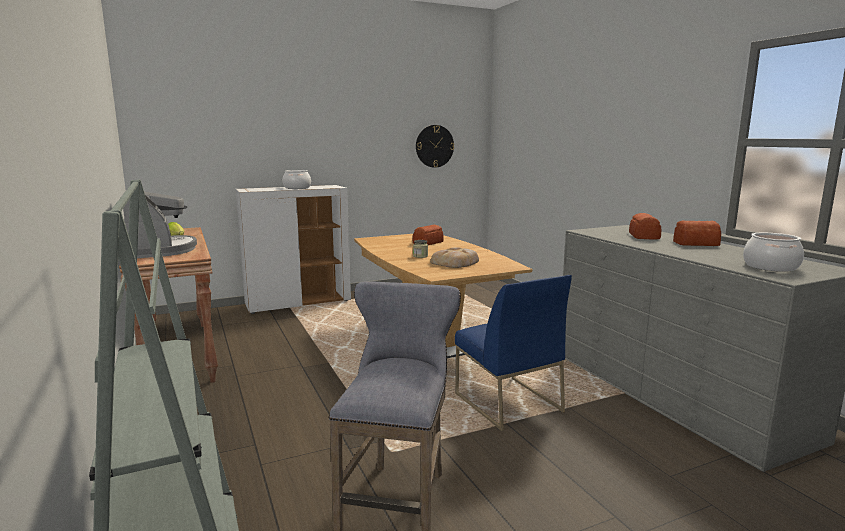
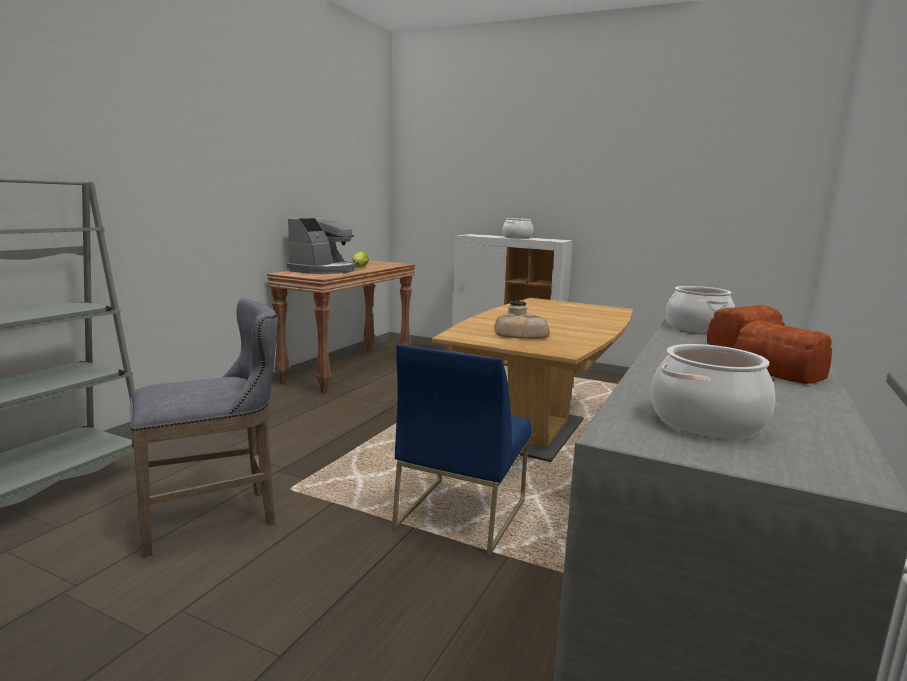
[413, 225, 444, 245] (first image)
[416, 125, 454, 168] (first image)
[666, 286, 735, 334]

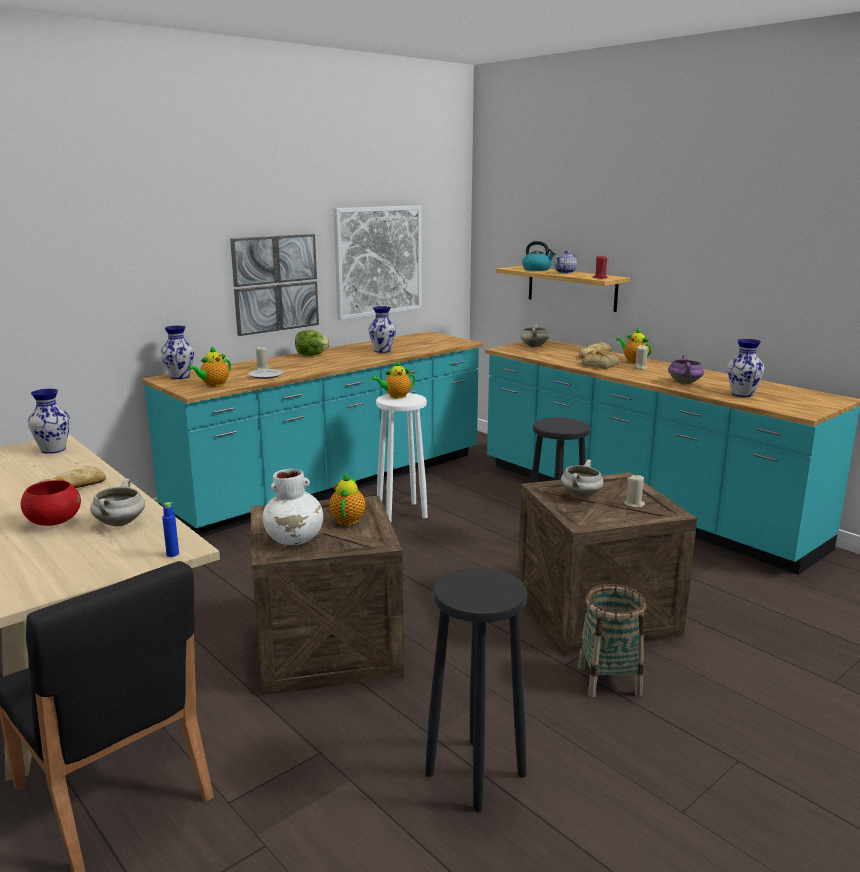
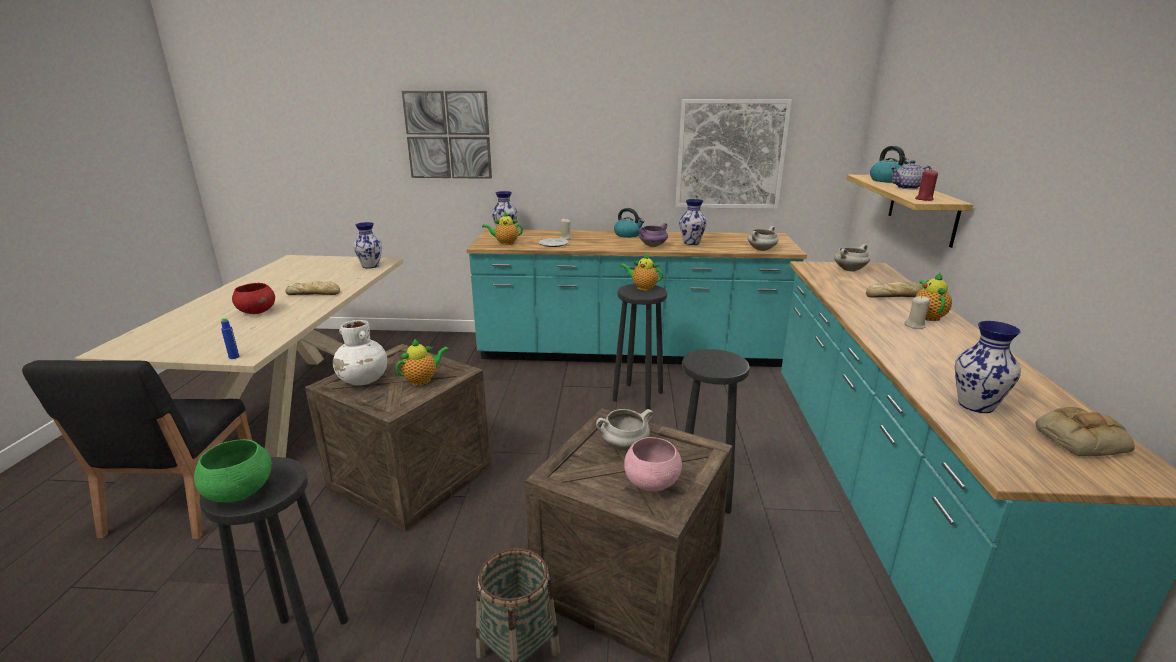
[194, 439, 272, 503]
[748, 226, 779, 251]
[402, 91, 492, 179]
[1035, 407, 1135, 456]
[639, 223, 668, 247]
[614, 208, 645, 238]
[624, 437, 682, 491]
[612, 284, 667, 409]

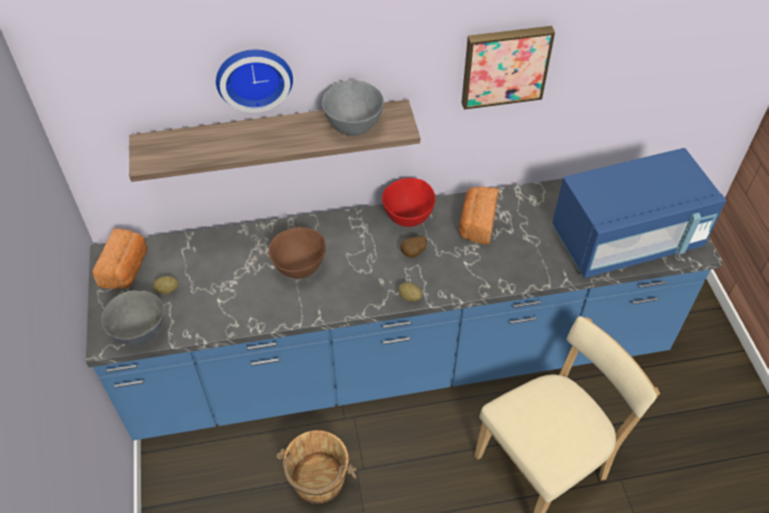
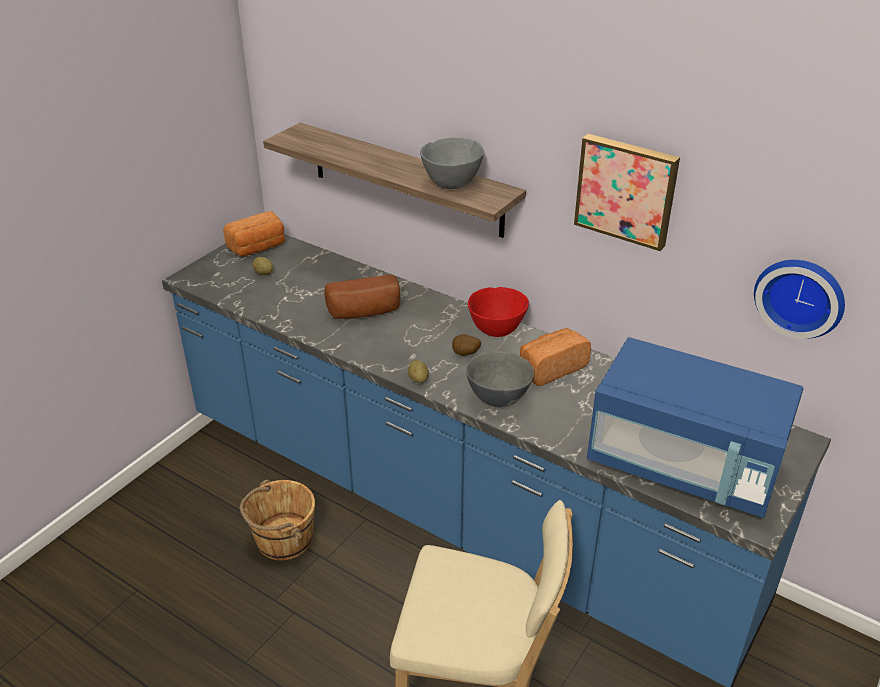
[466, 350, 534, 408]
[754, 260, 845, 339]
[324, 275, 400, 319]

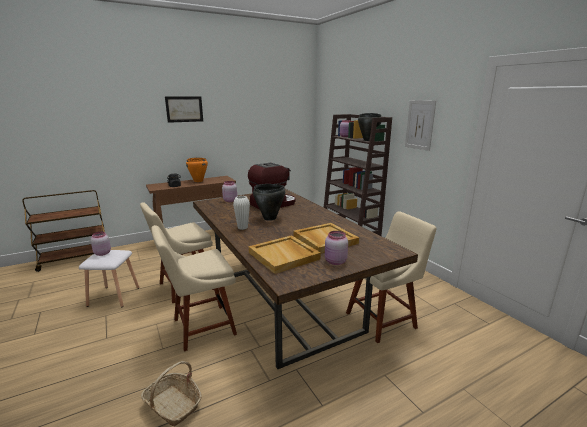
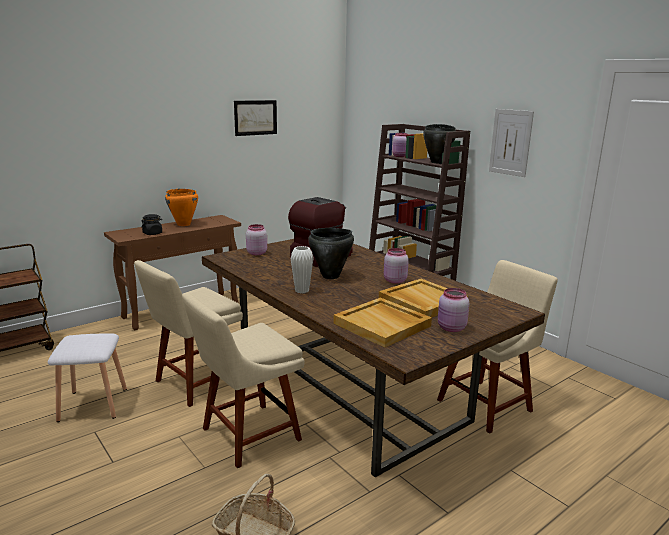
[384, 248, 409, 284]
[234, 100, 277, 136]

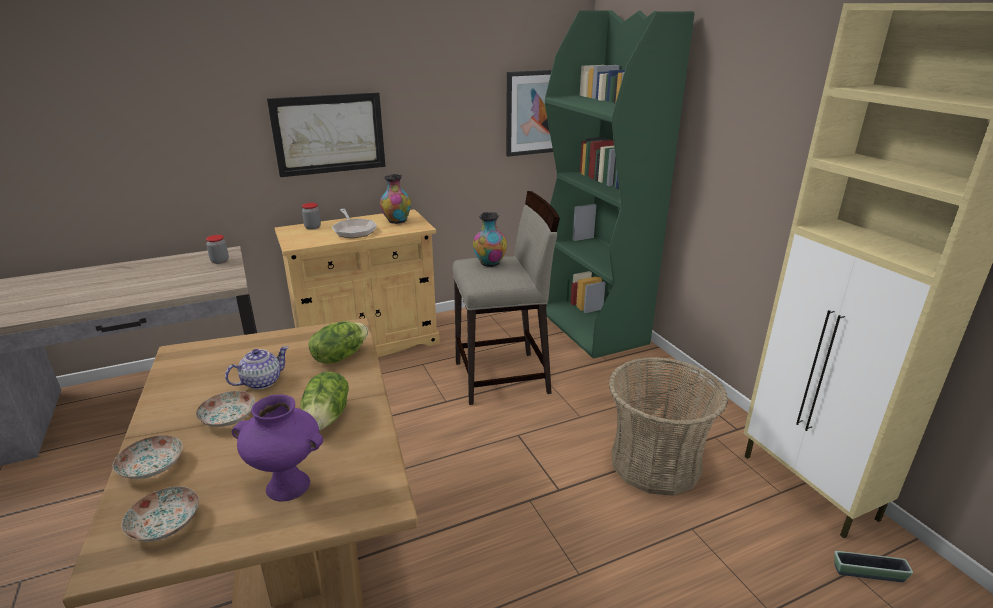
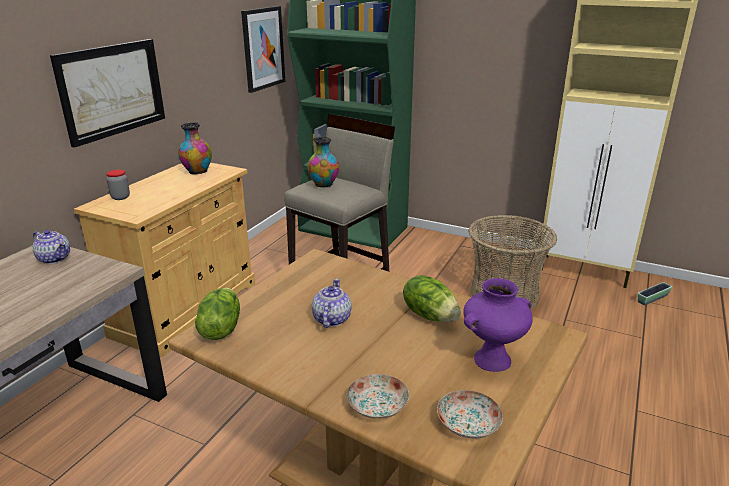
[196, 391, 255, 427] (first image)
[332, 209, 377, 238] (first image)
[195, 288, 240, 340]
[33, 230, 70, 264]

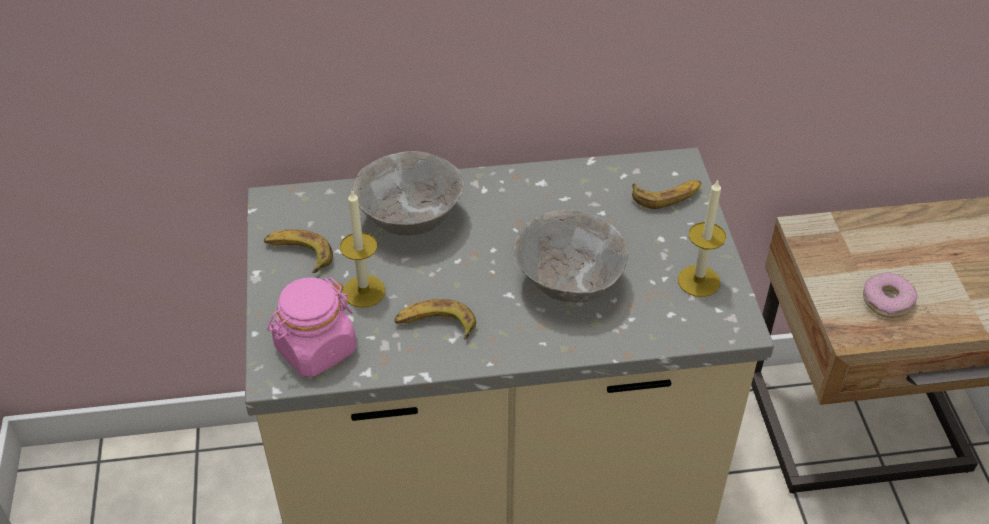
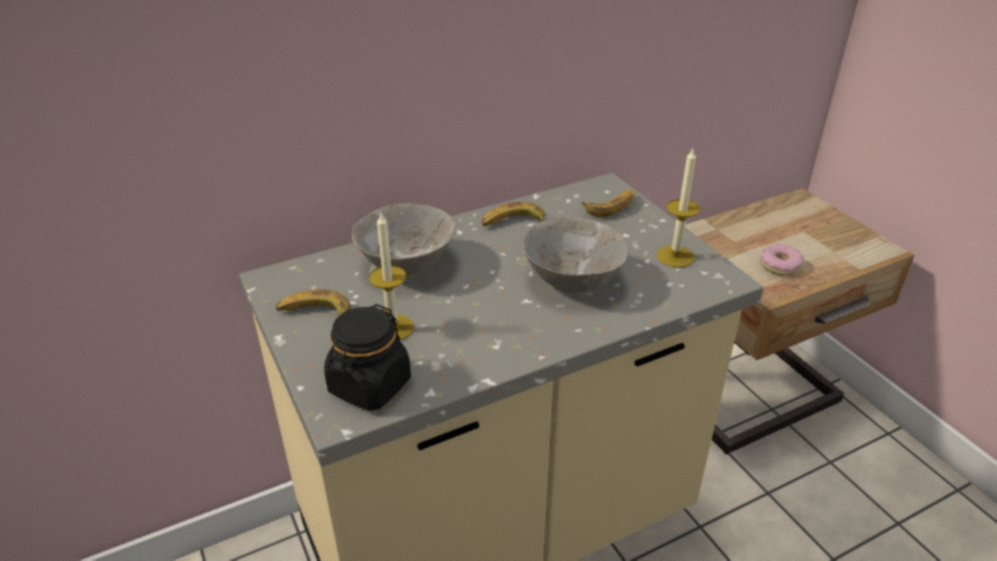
[482, 202, 545, 226]
[324, 304, 411, 411]

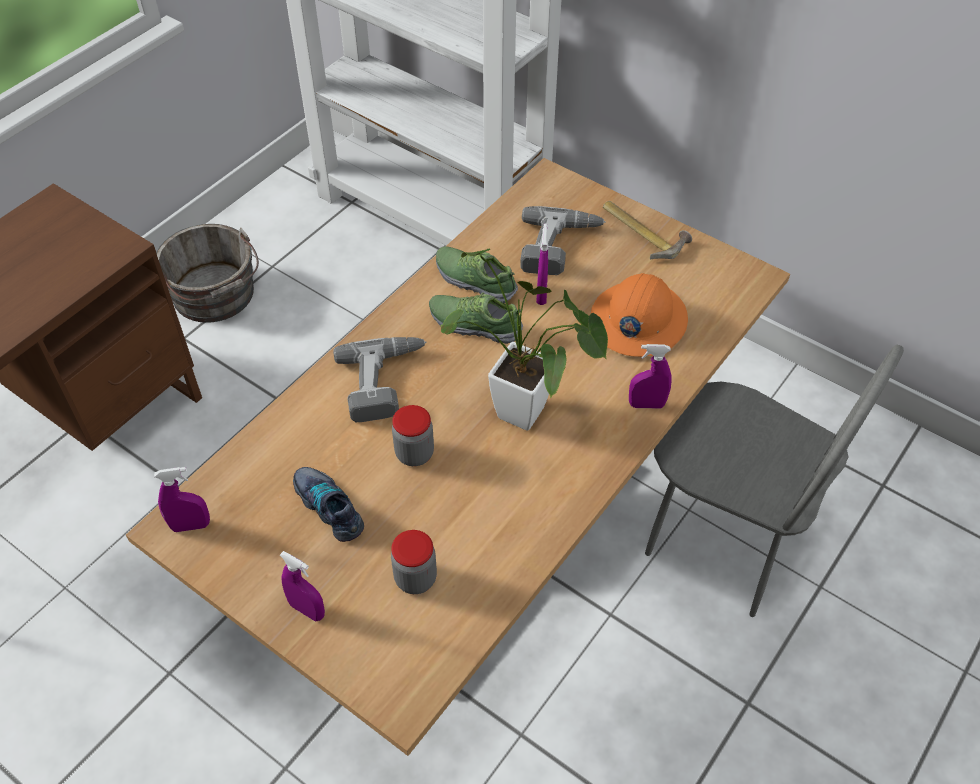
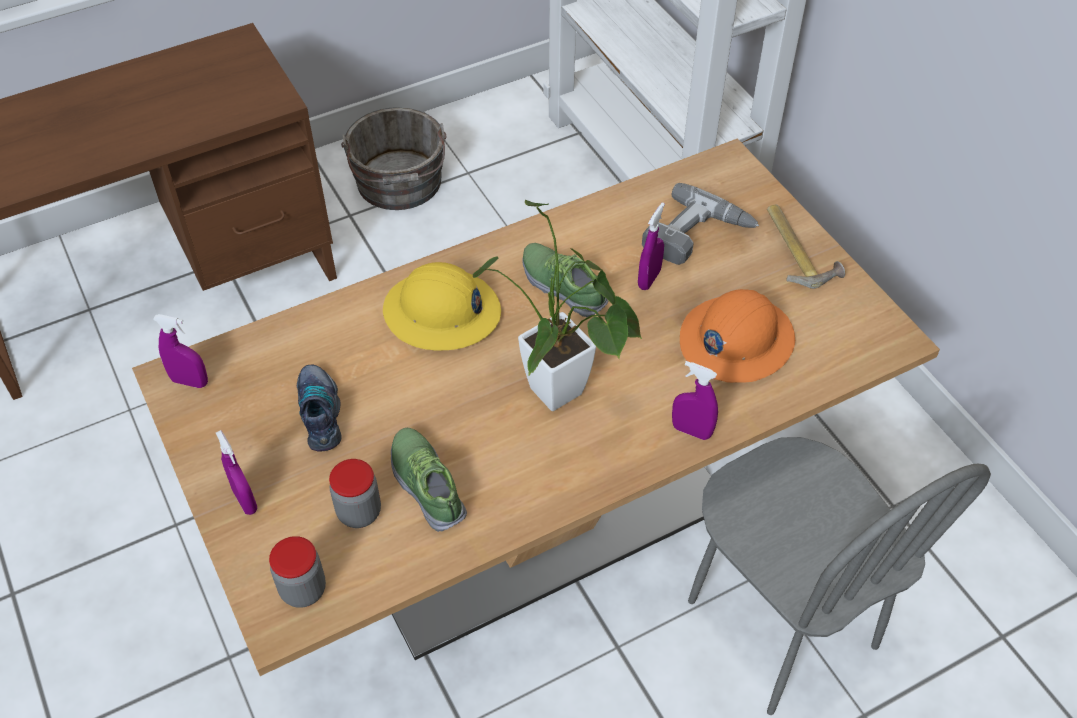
[269, 536, 326, 608]
[391, 428, 467, 532]
[383, 262, 501, 351]

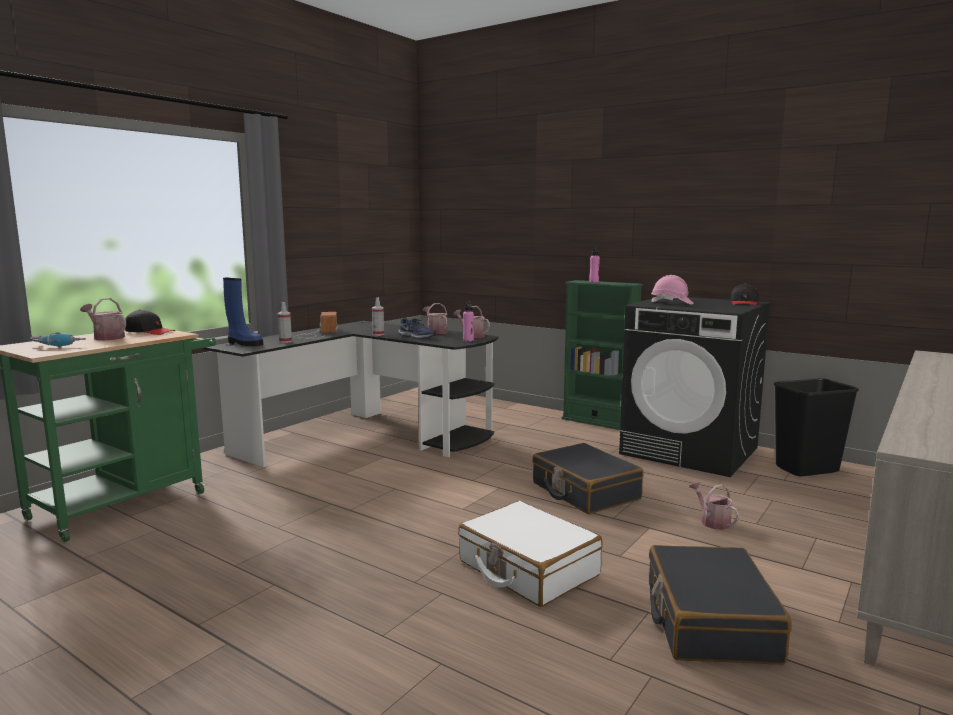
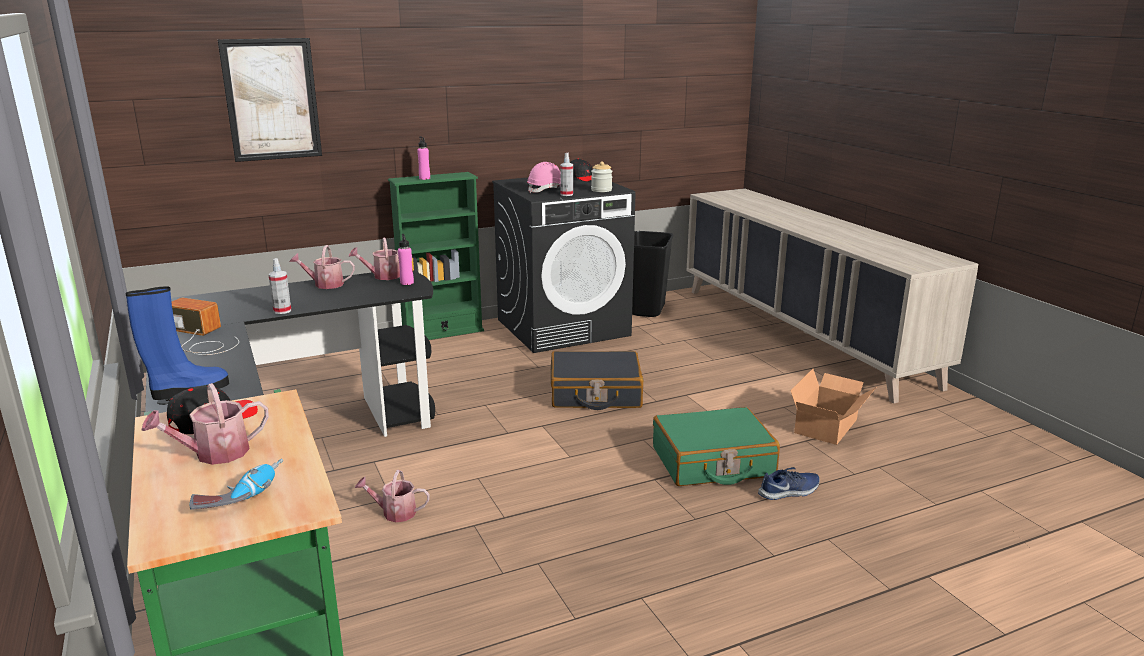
[217, 38, 322, 162]
[591, 162, 613, 192]
[560, 153, 573, 196]
[758, 467, 820, 500]
[355, 470, 430, 522]
[790, 369, 876, 445]
[653, 407, 780, 486]

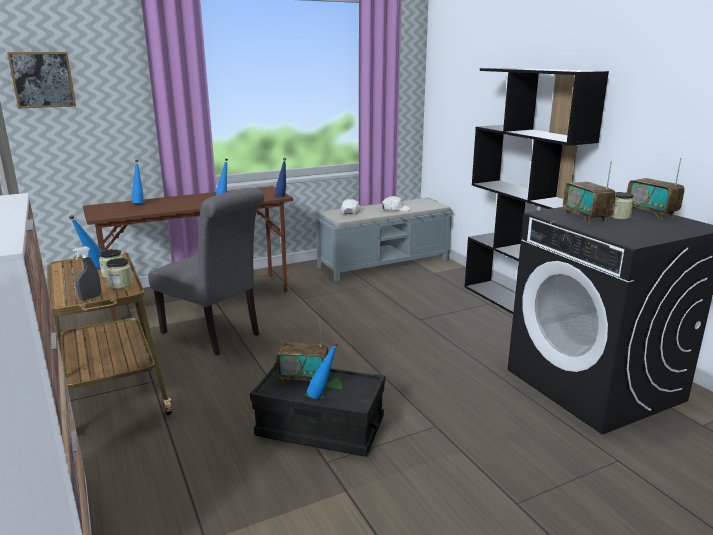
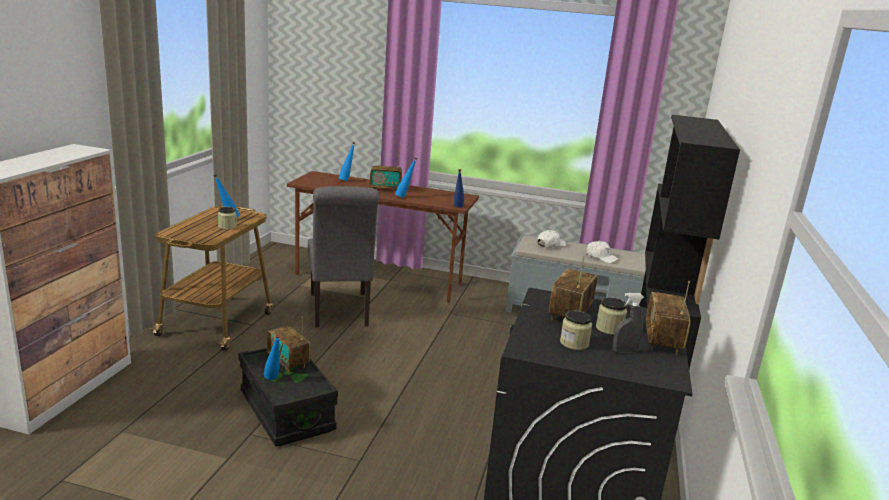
[7, 52, 76, 108] (first image)
[370, 150, 402, 191]
[613, 293, 644, 353]
[560, 310, 592, 350]

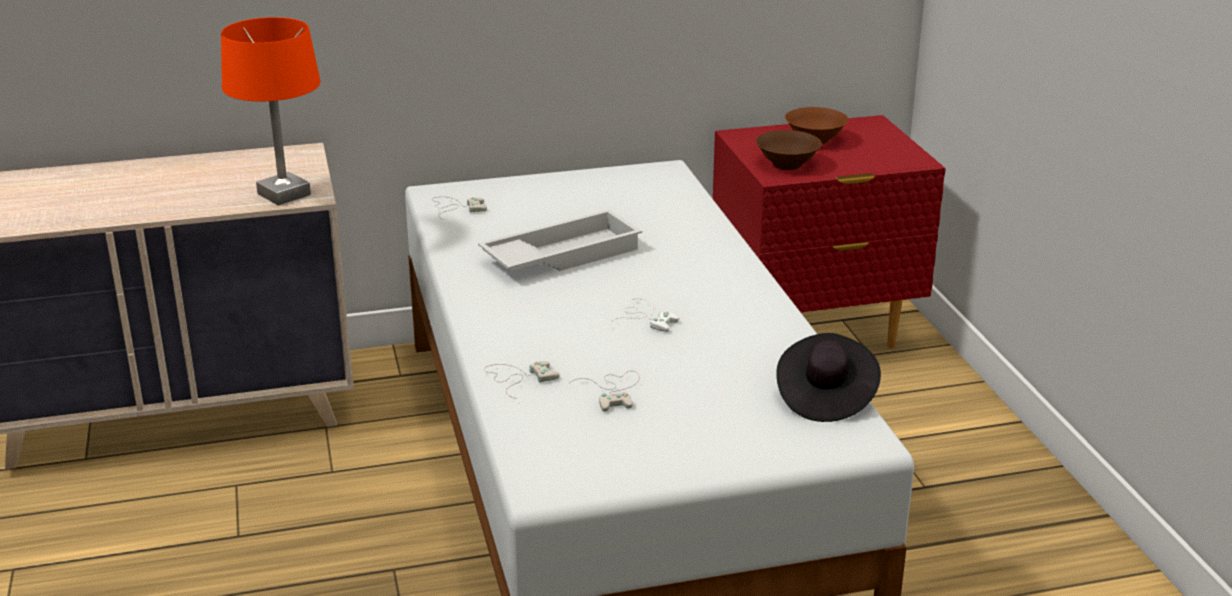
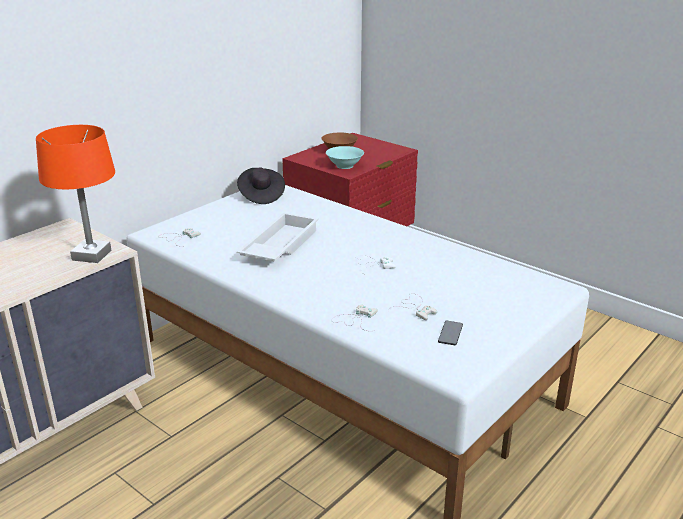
[438, 320, 463, 345]
[237, 168, 285, 204]
[326, 146, 364, 169]

